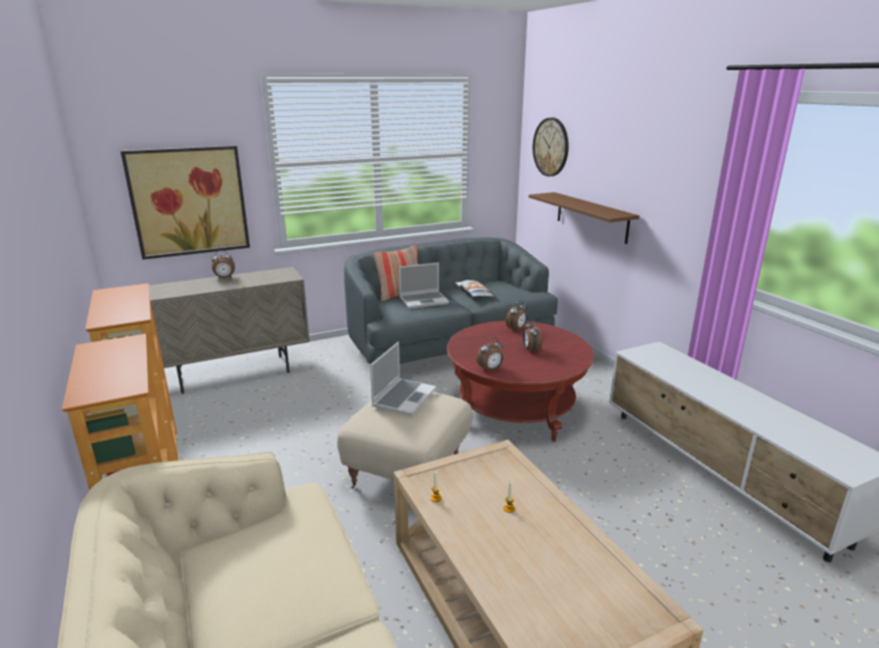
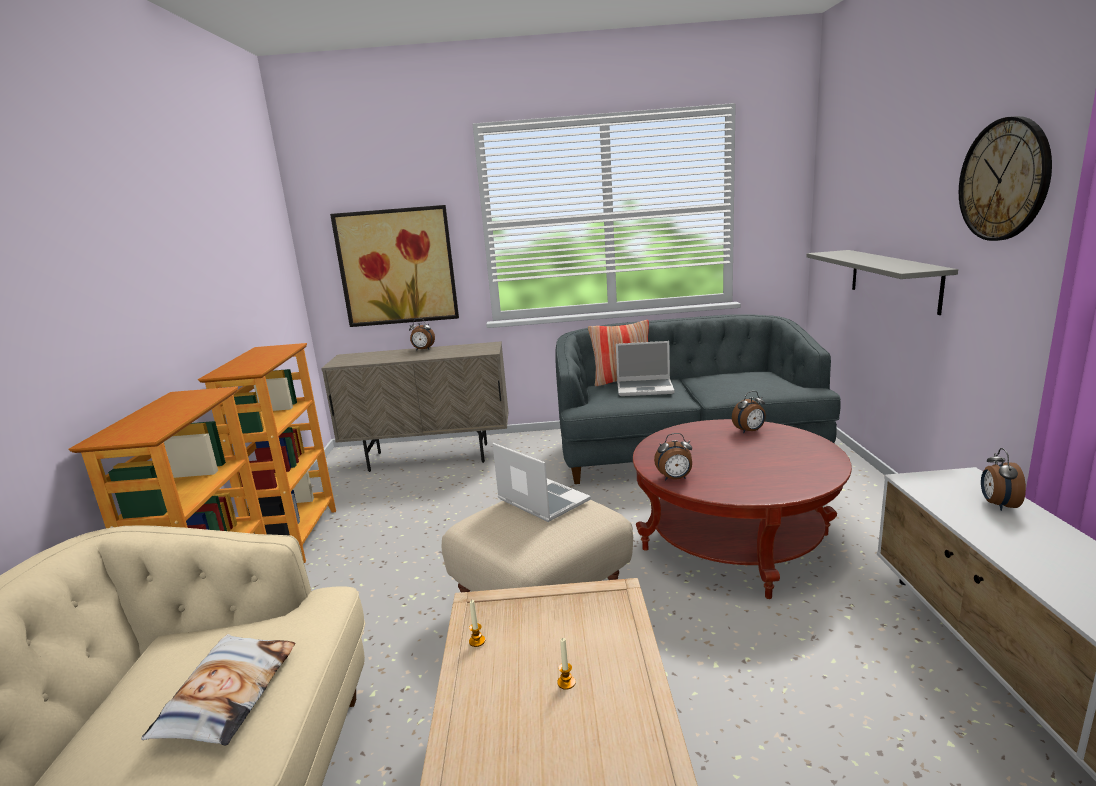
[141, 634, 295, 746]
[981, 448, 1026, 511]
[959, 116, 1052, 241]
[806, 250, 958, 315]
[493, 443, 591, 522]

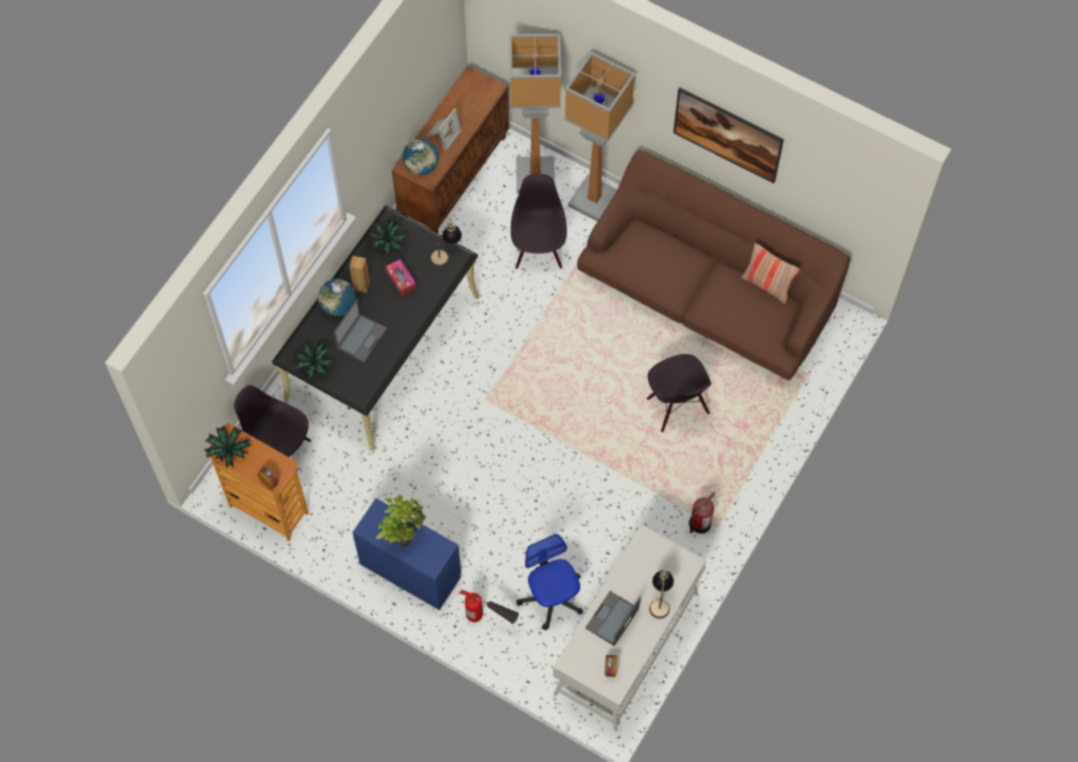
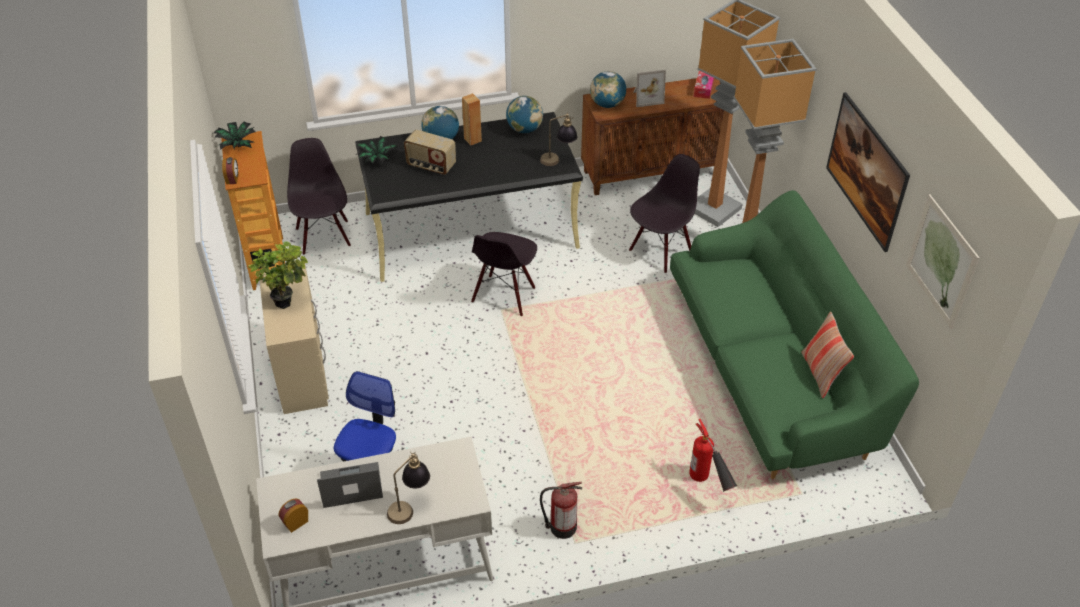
[906, 194, 980, 329]
[694, 71, 714, 99]
[689, 419, 738, 492]
[471, 232, 537, 316]
[404, 130, 456, 175]
[506, 96, 543, 133]
[259, 266, 329, 414]
[670, 190, 919, 479]

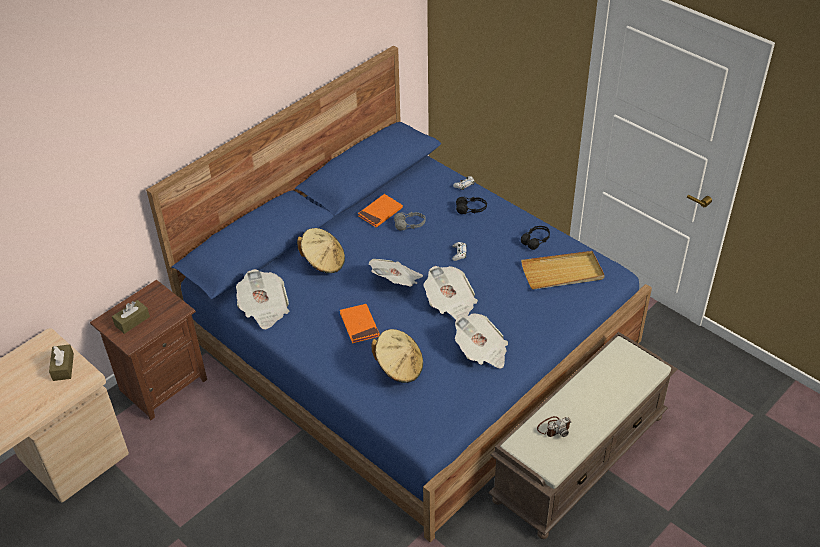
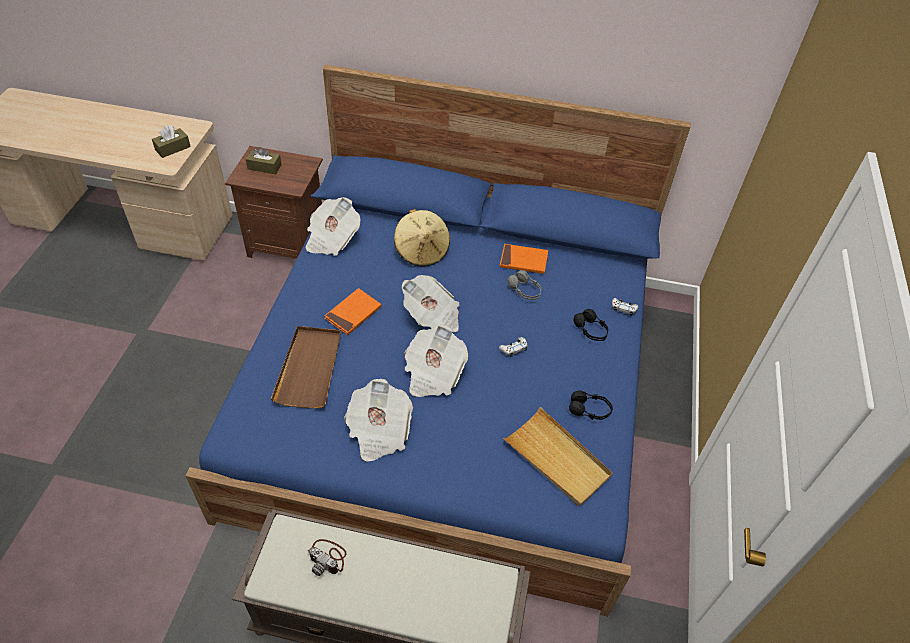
[271, 326, 341, 409]

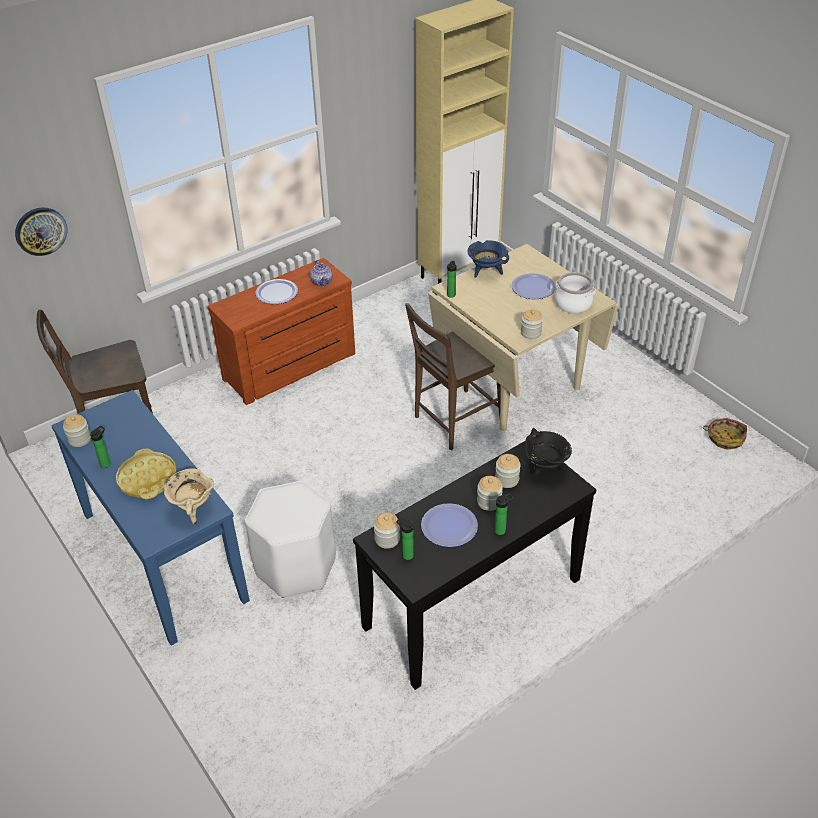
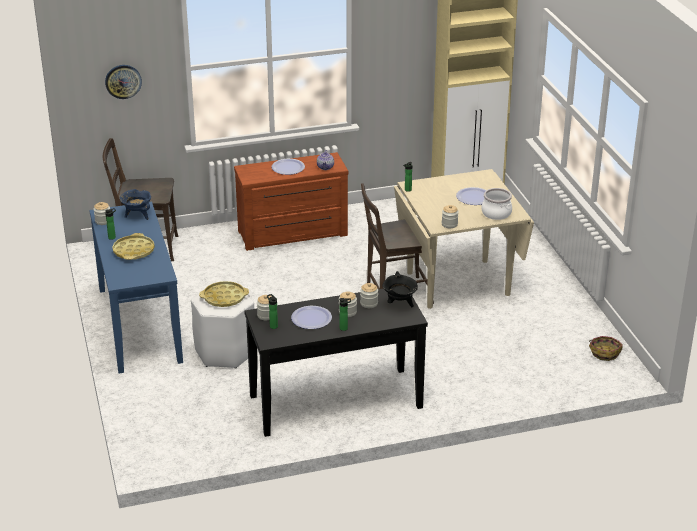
[164, 468, 214, 525] (first image)
[199, 281, 249, 307]
[120, 189, 151, 220]

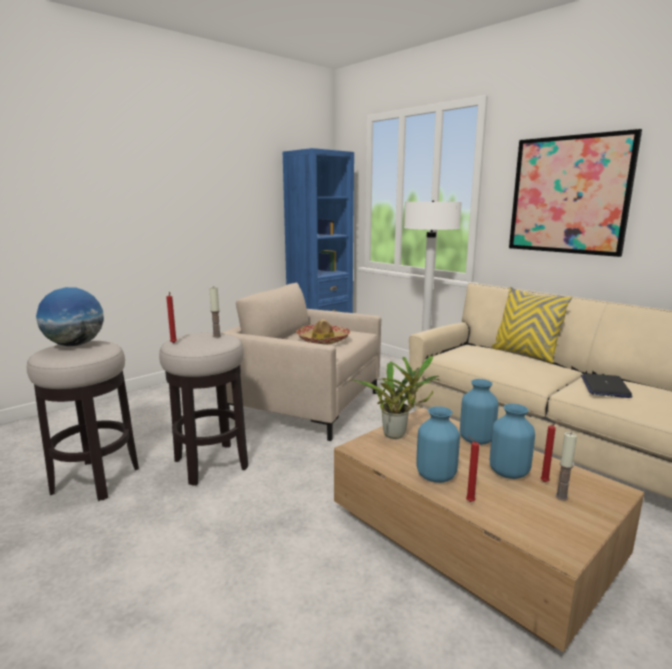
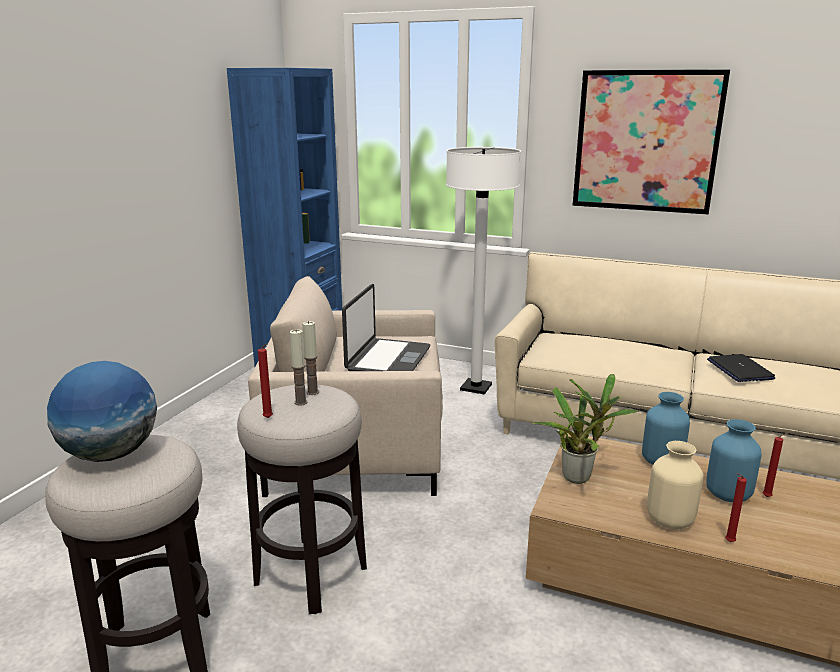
[491, 287, 572, 363] (first image)
[290, 329, 308, 406]
[342, 284, 431, 371]
[647, 441, 704, 529]

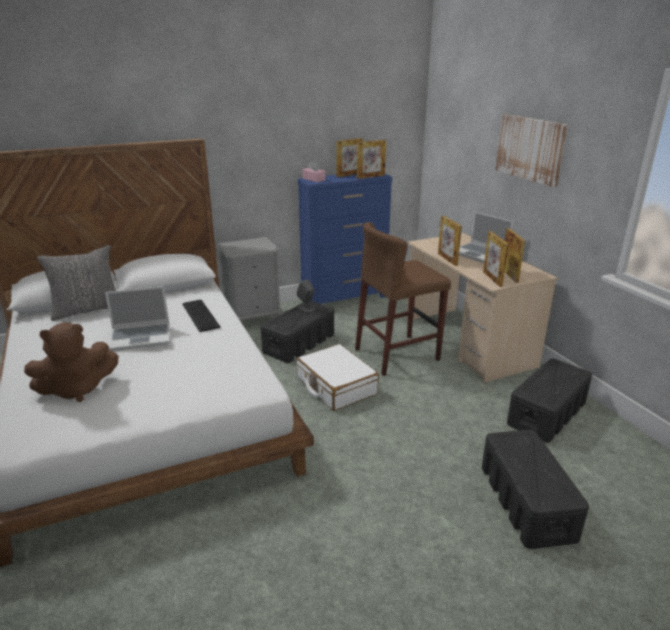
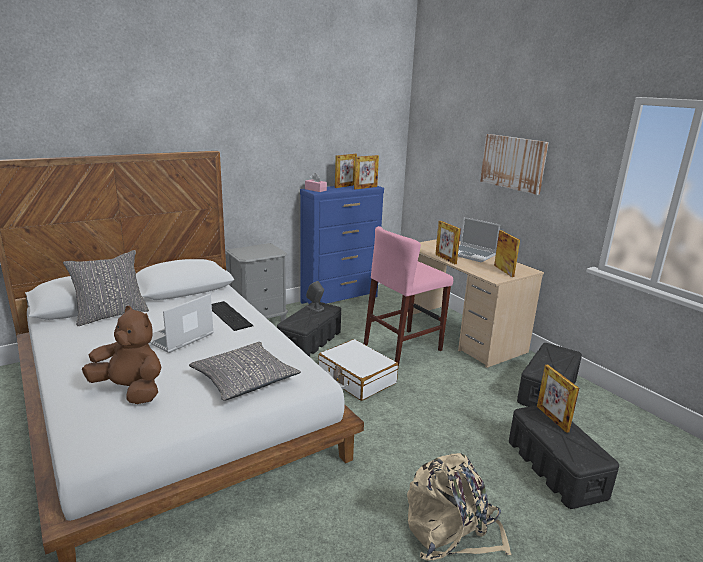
[189, 342, 301, 401]
[407, 453, 512, 561]
[537, 364, 579, 433]
[364, 226, 453, 366]
[82, 306, 161, 404]
[149, 294, 214, 353]

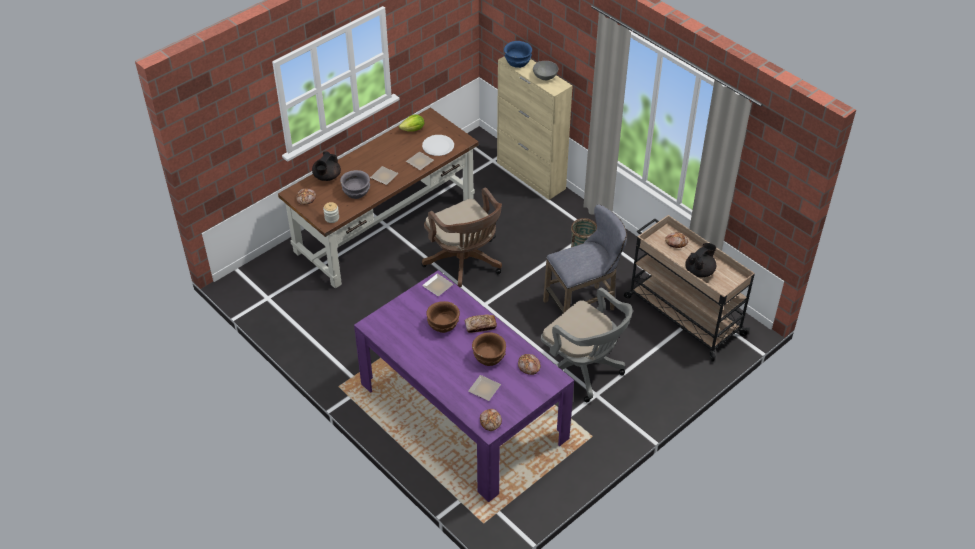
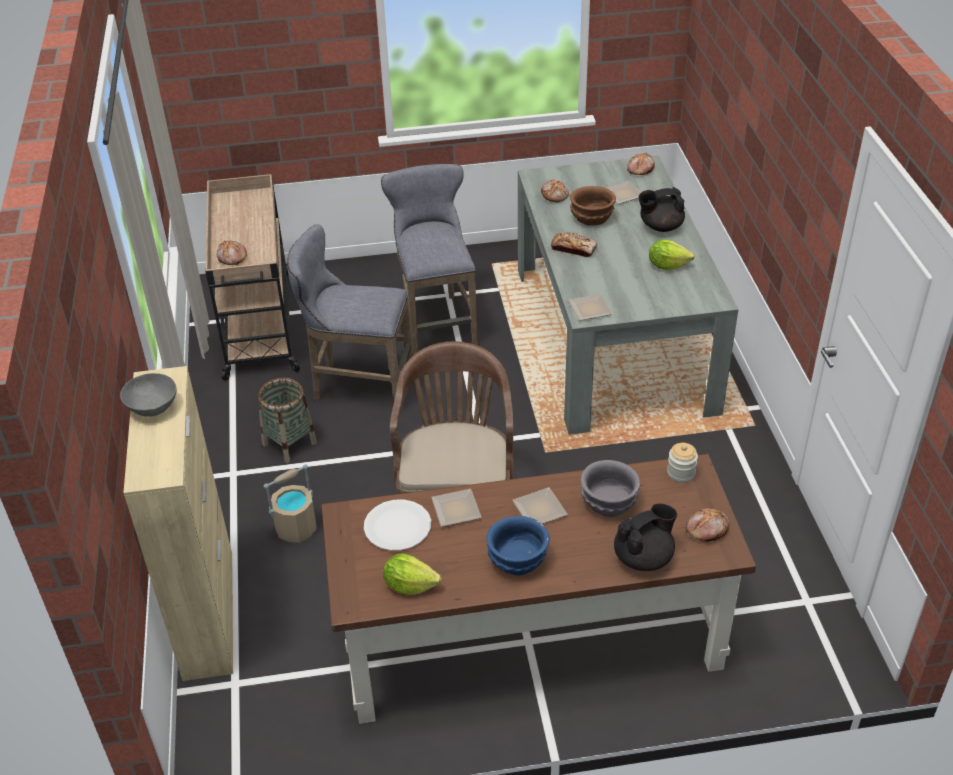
[426, 301, 460, 333] (first image)
[264, 464, 317, 543]
[649, 239, 695, 270]
[486, 516, 549, 576]
[638, 187, 685, 232]
[381, 164, 478, 354]
[518, 156, 738, 435]

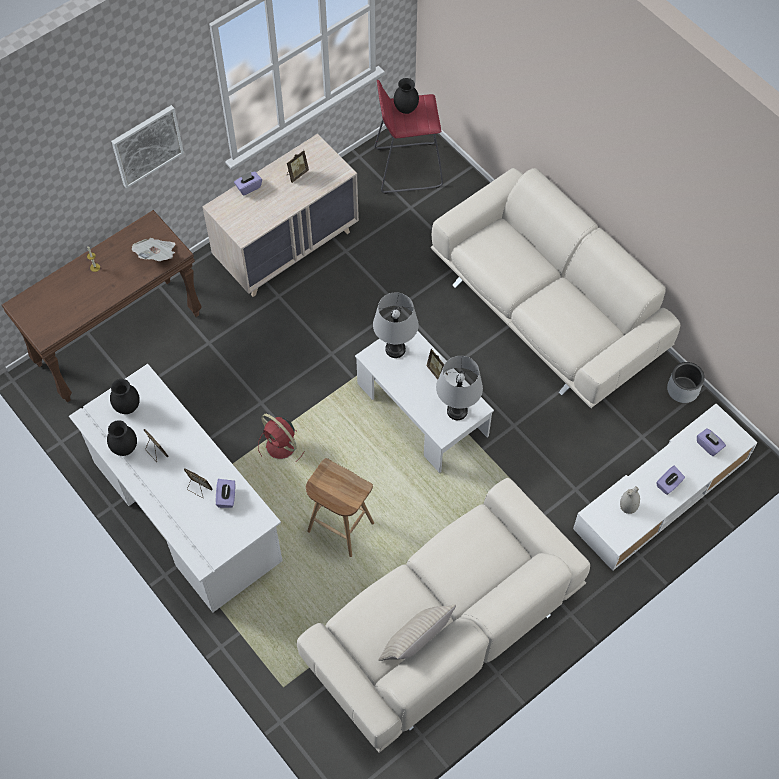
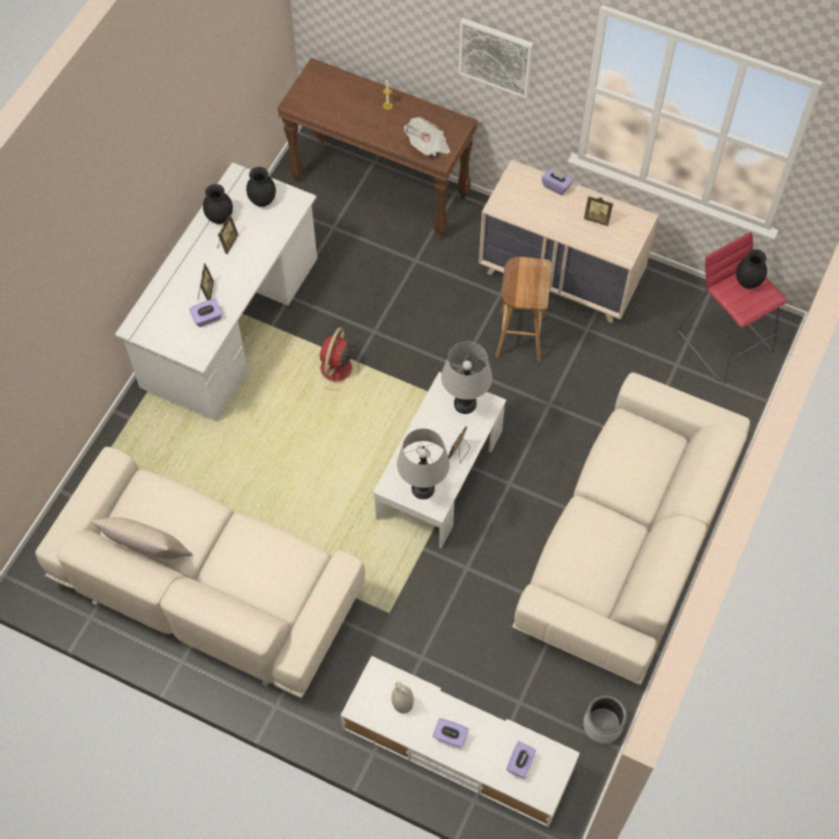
[496, 257, 552, 361]

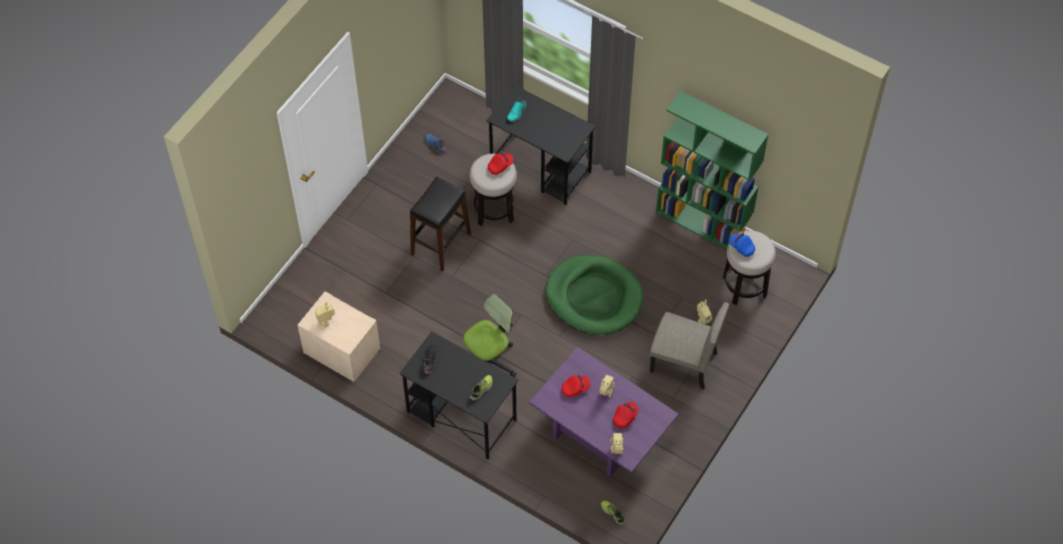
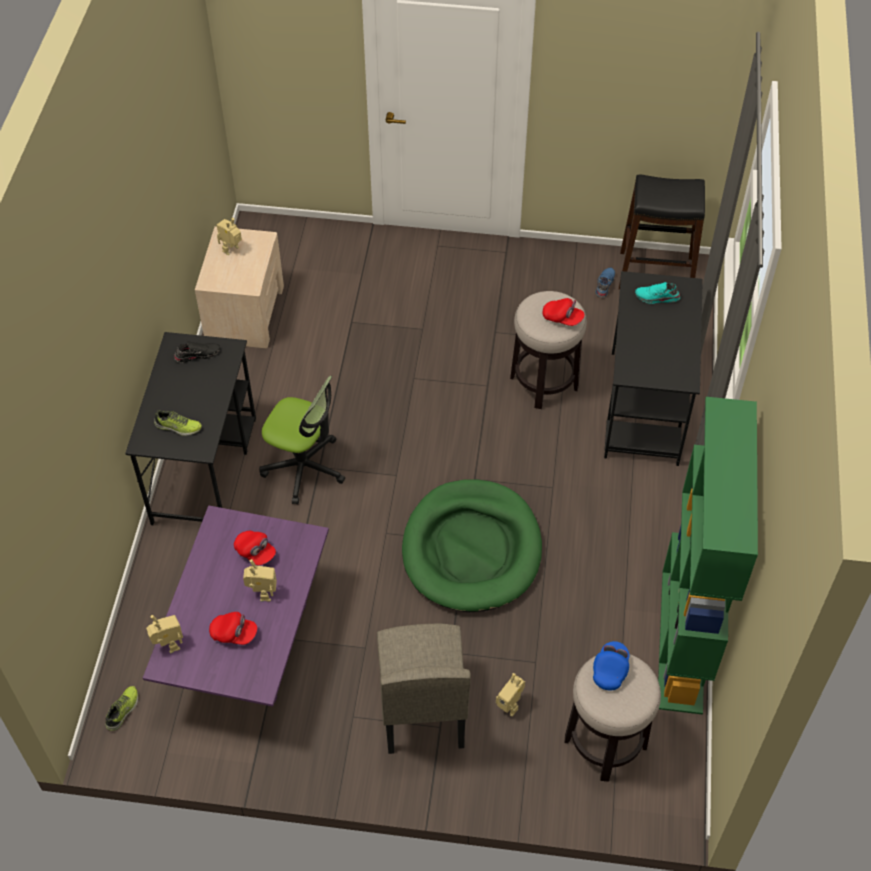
[619, 175, 705, 290]

